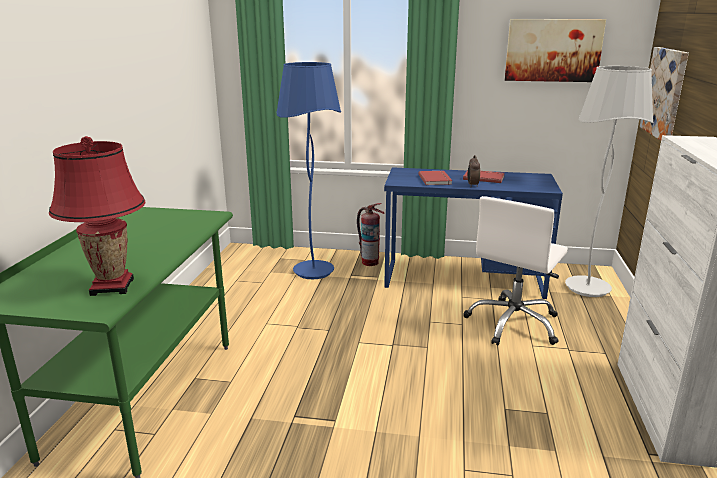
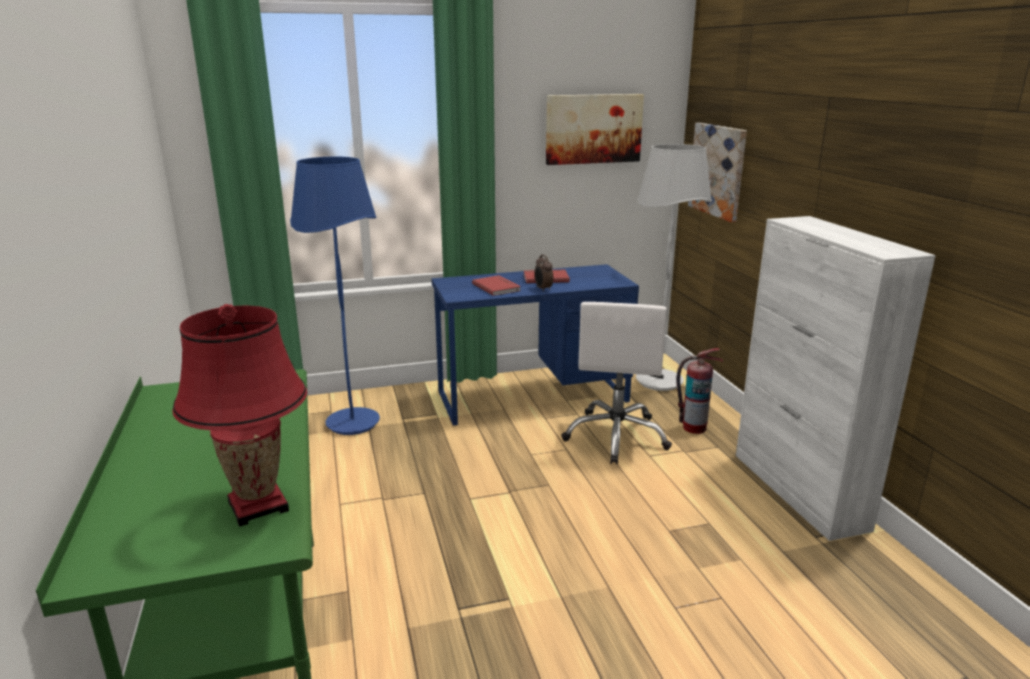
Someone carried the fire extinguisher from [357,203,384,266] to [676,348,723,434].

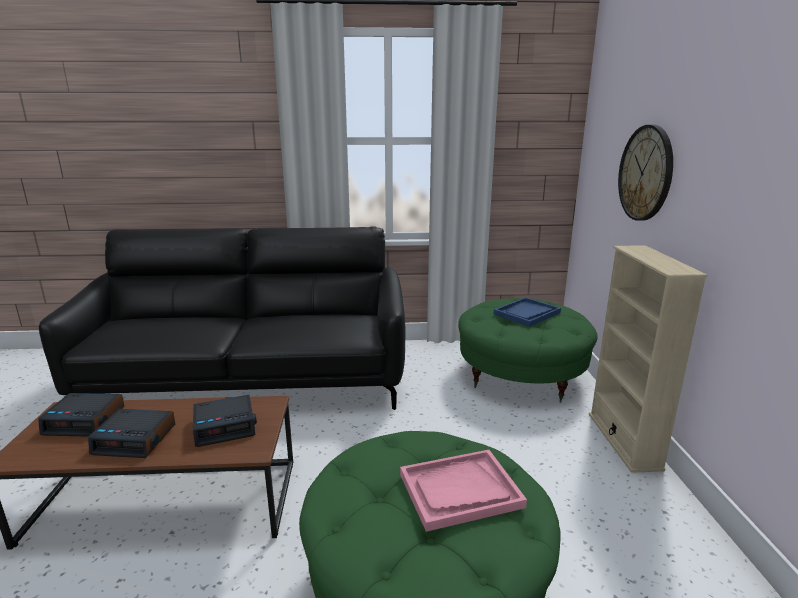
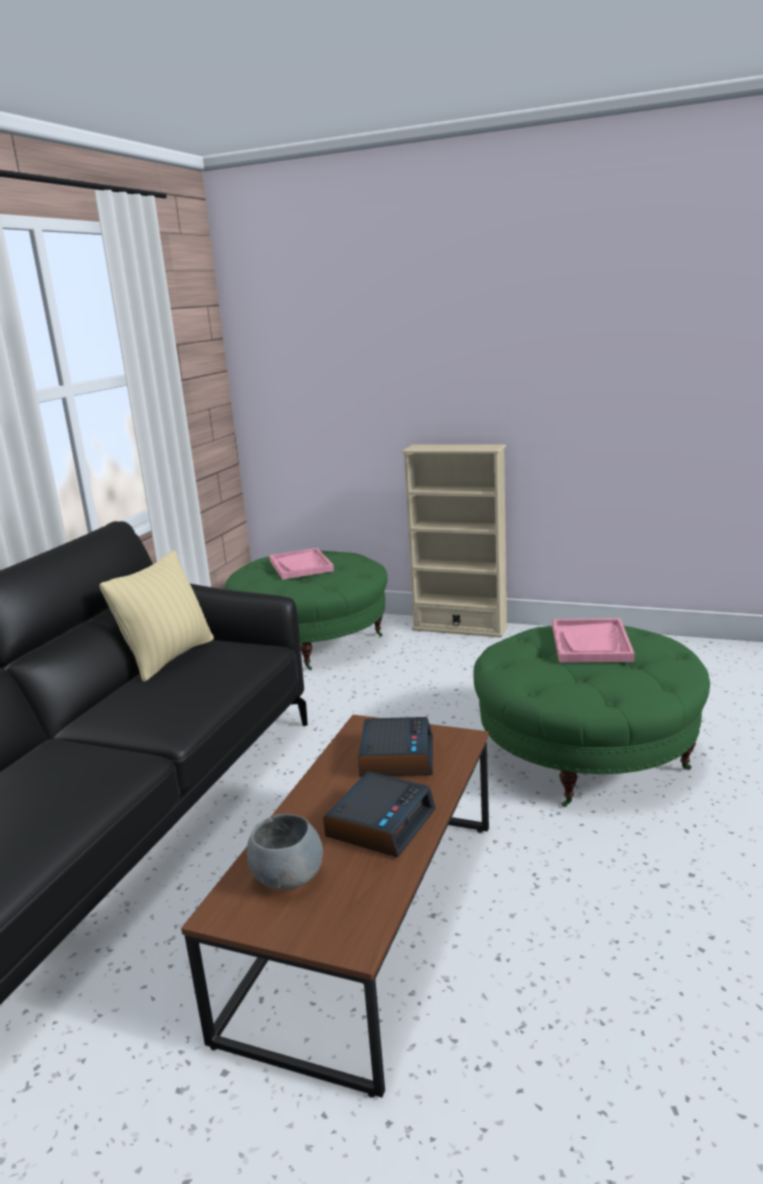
Someone put down the beige pillow at [99,551,214,682]. Someone swapped the alarm clock at [38,393,124,437] for the grey bowl at [247,814,323,890]. Someone repainted the blue tray at [494,297,561,327], which became the pink tray at [269,548,334,580]. Someone took away the wall clock at [618,125,673,221].

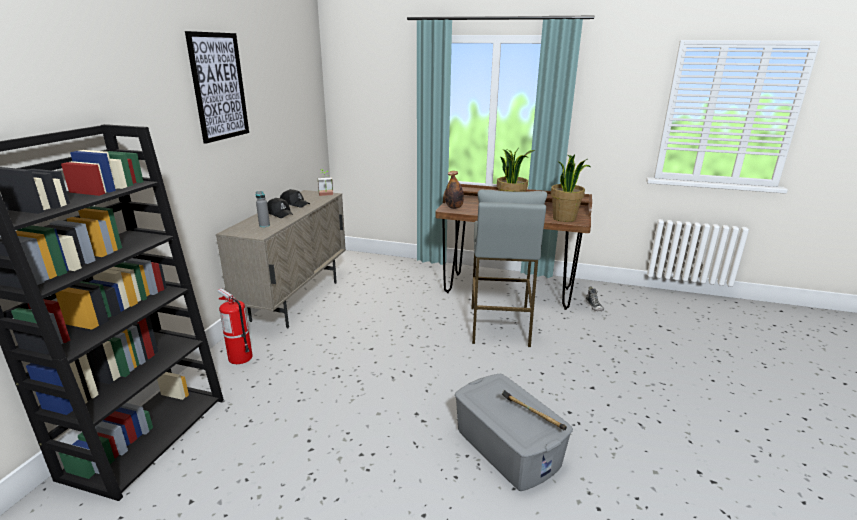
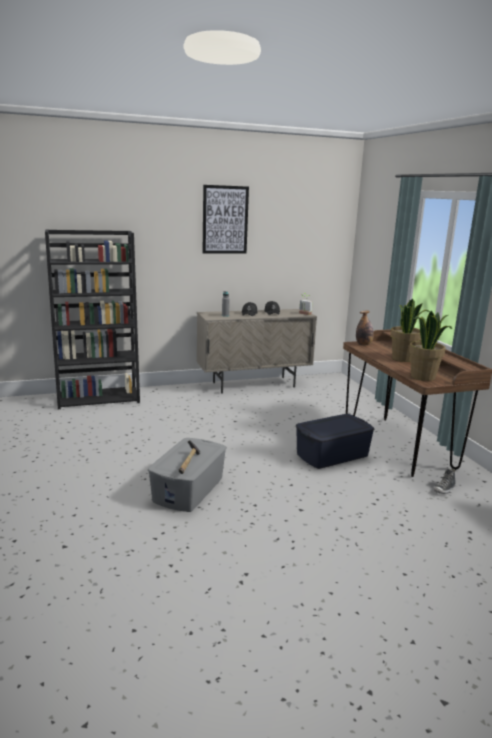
Someone swapped the grey stool at [471,189,548,347] for the blue storage box at [296,414,375,469]. Someone took away the fire extinguisher at [218,288,253,364].

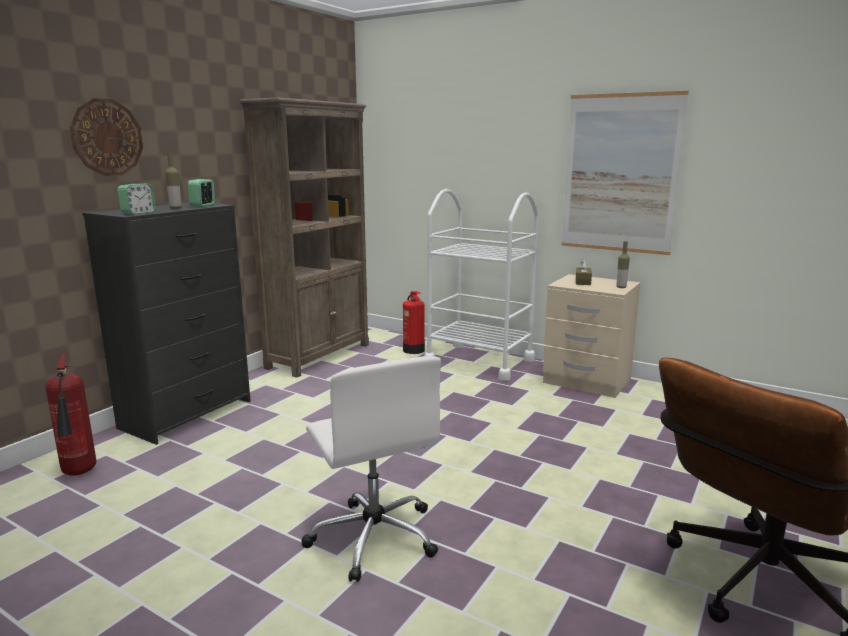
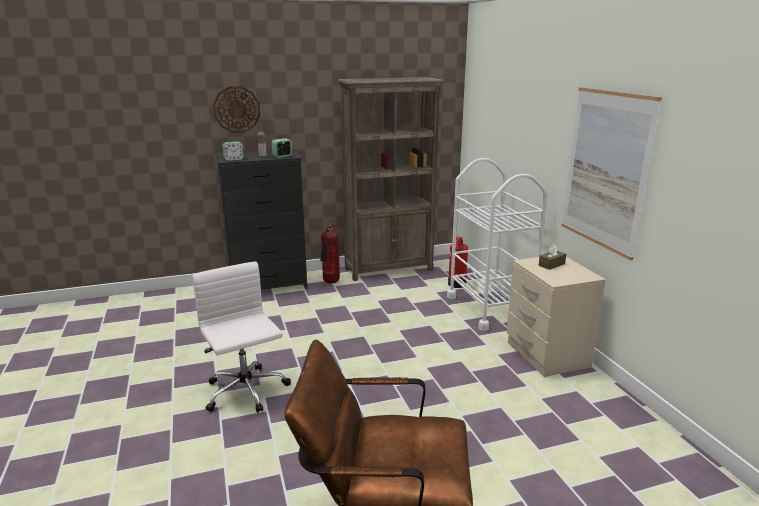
Someone rotated the white office chair at [301,356,441,582] by 135 degrees clockwise. Someone carried the fire extinguisher from [45,354,96,476] to [320,220,340,283]. Someone took away the bottle at [616,241,630,288].

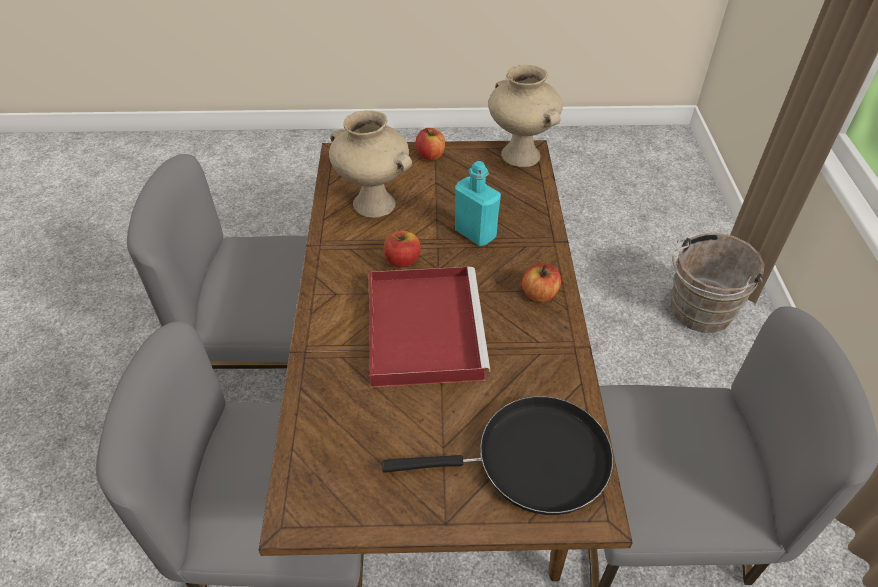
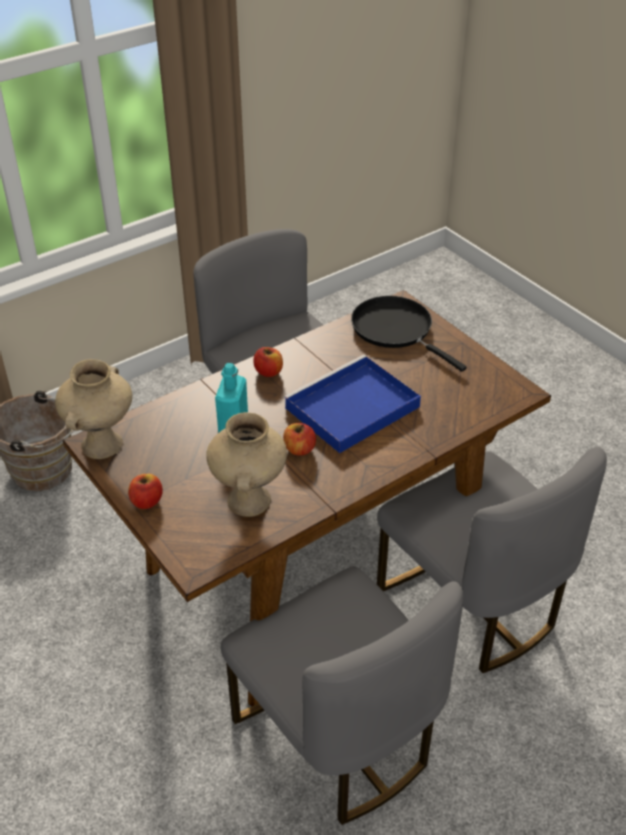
Someone repainted the red tray at [369,267,490,387], which became the blue tray at [283,355,421,453].

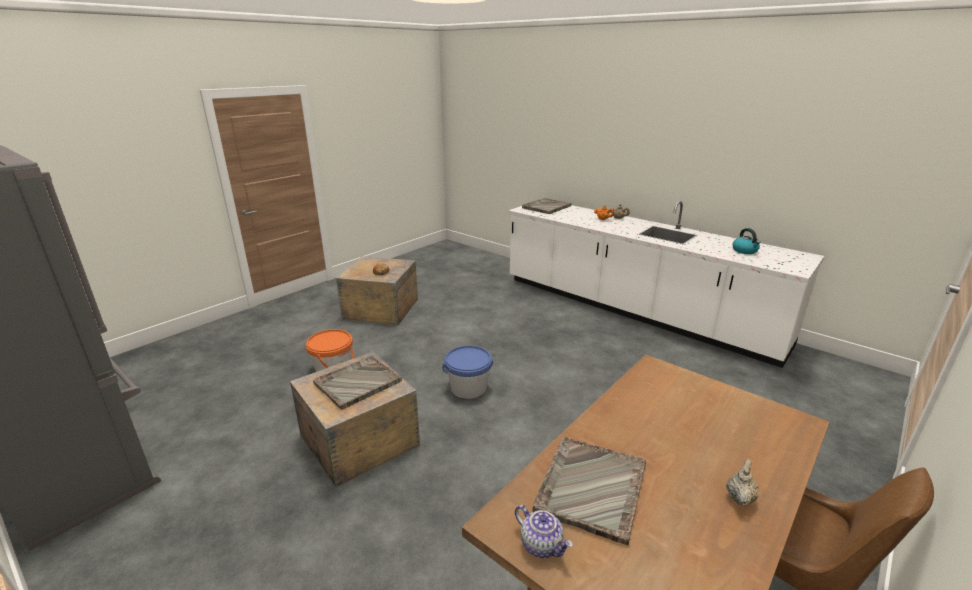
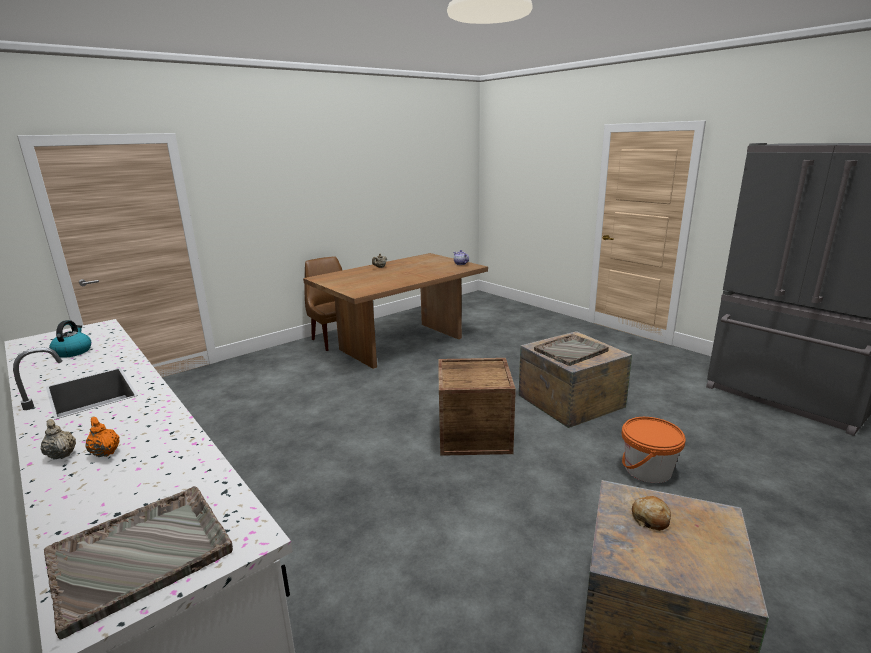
Someone swapped the blue bucket at [442,346,493,399] for the crate at [438,358,516,456]. Someone took away the grey tray at [533,436,646,545].

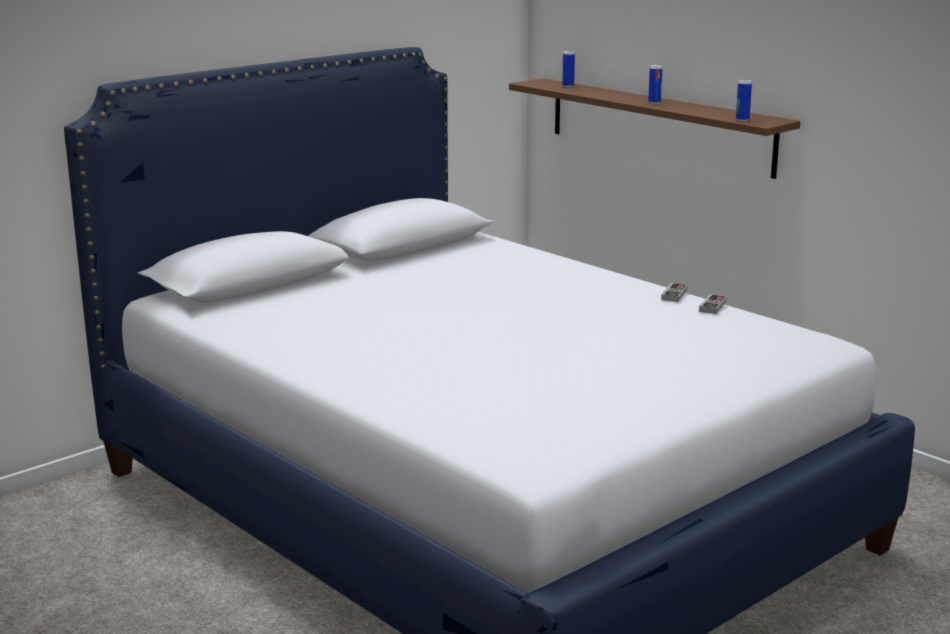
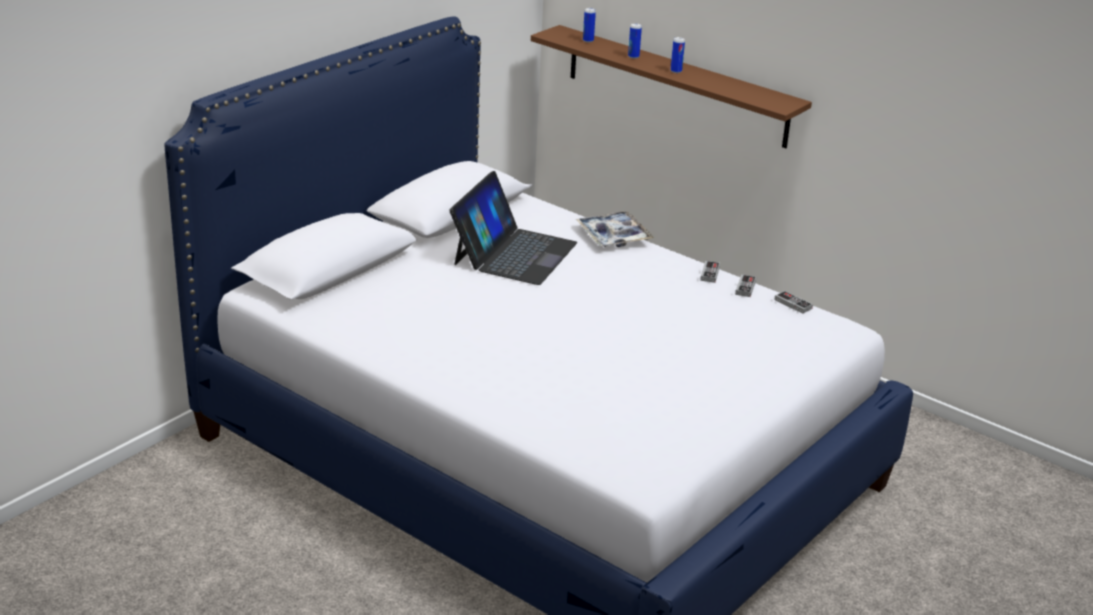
Someone put down the laptop at [449,171,577,285]. Someone put down the tray at [576,211,654,247]. Someone carried the can from [736,80,752,121] to [628,23,642,59]. Someone put down the game controller at [774,291,813,314].

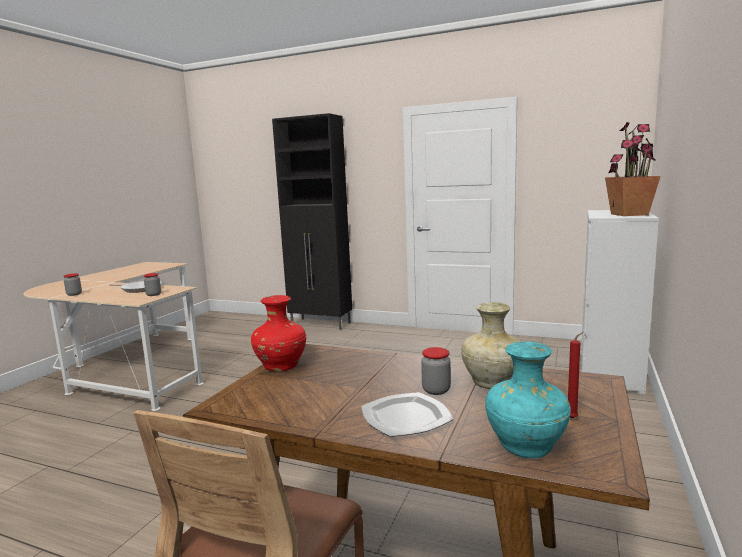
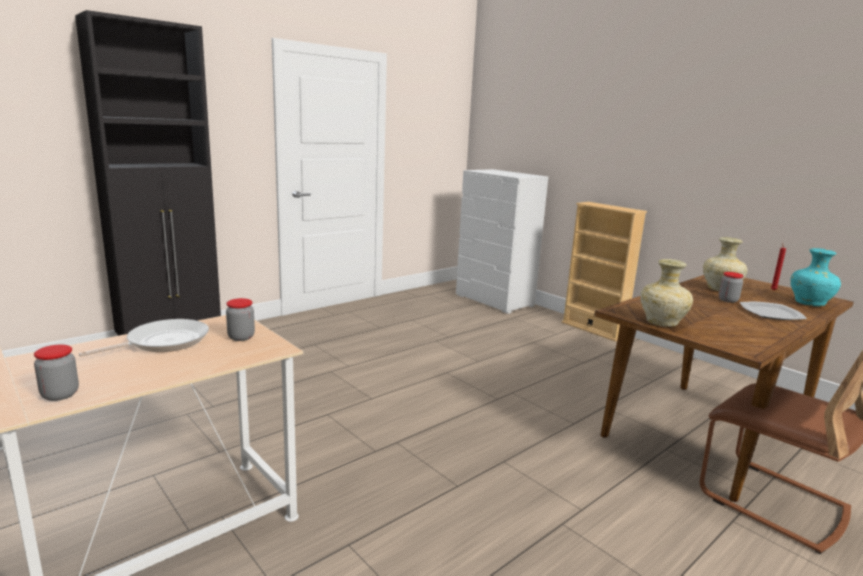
Someone put down the beige bookcase at [562,202,647,342]. Someone repainted the red vase at [251,295,306,372], which became the beige vase at [640,259,693,327]. Someone took away the potted plant at [605,122,661,216].

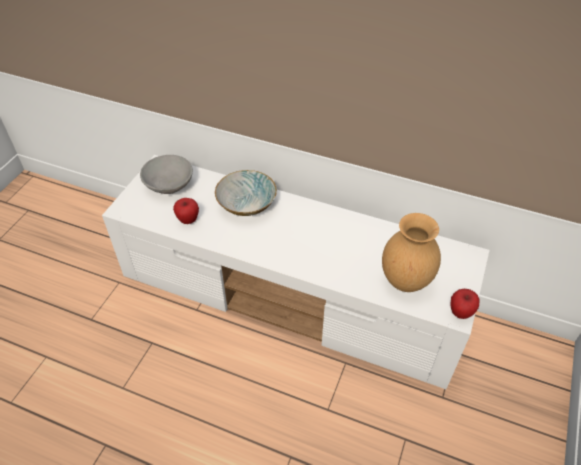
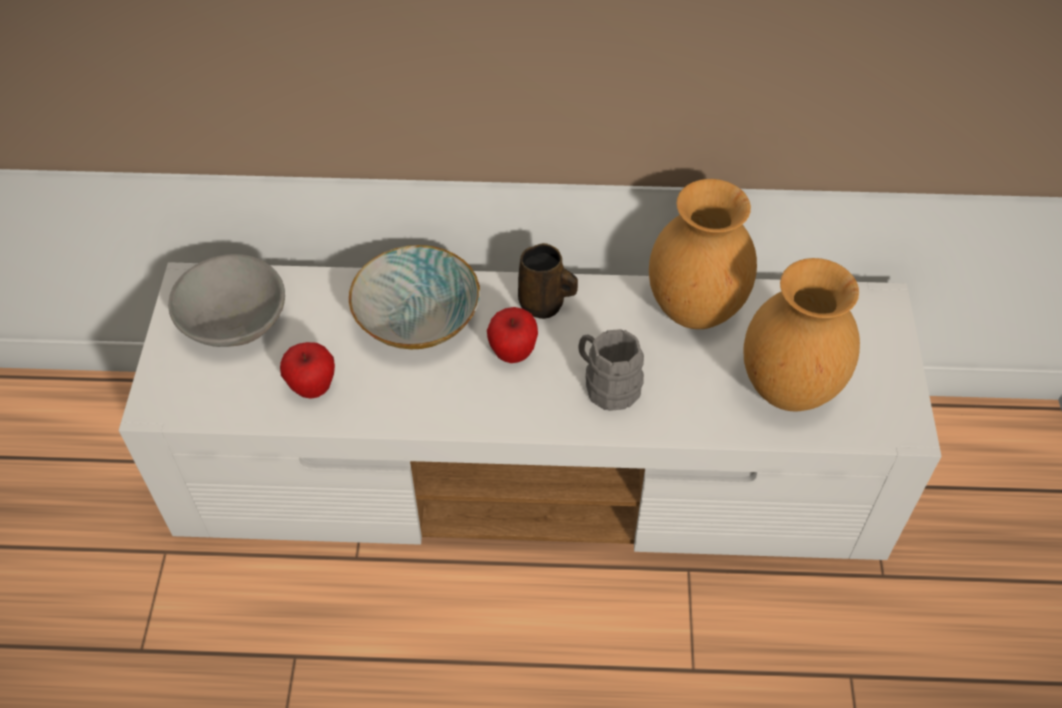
Someone carried the apple from [450,289,480,319] to [487,307,538,363]. Someone put down the brown mug at [518,243,578,319]. Someone put down the grey mug at [578,329,644,411]. Someone put down the brown vase at [649,179,757,329].

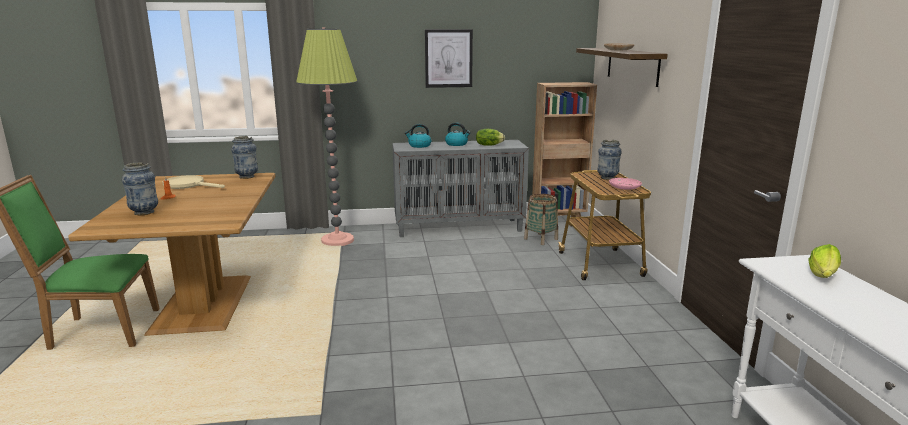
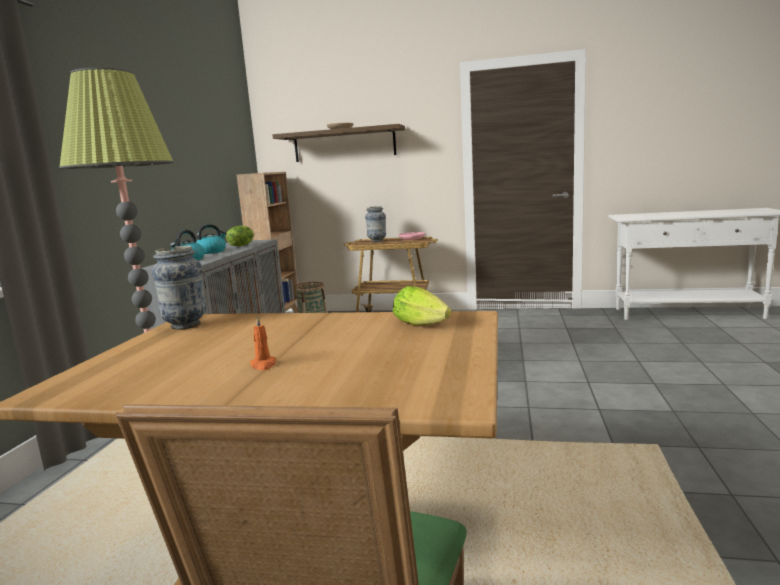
Someone carried the lettuce from [808,244,841,278] to [393,286,452,325]. Someone took away the vase at [121,162,158,215]. Someone took away the beige frying pan at [162,175,225,189]. Someone took away the picture at [425,29,473,88].

